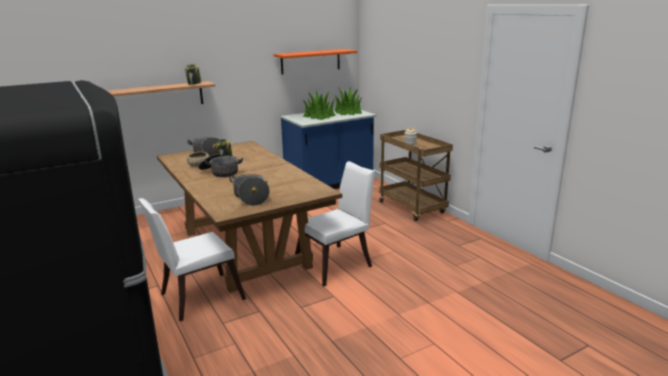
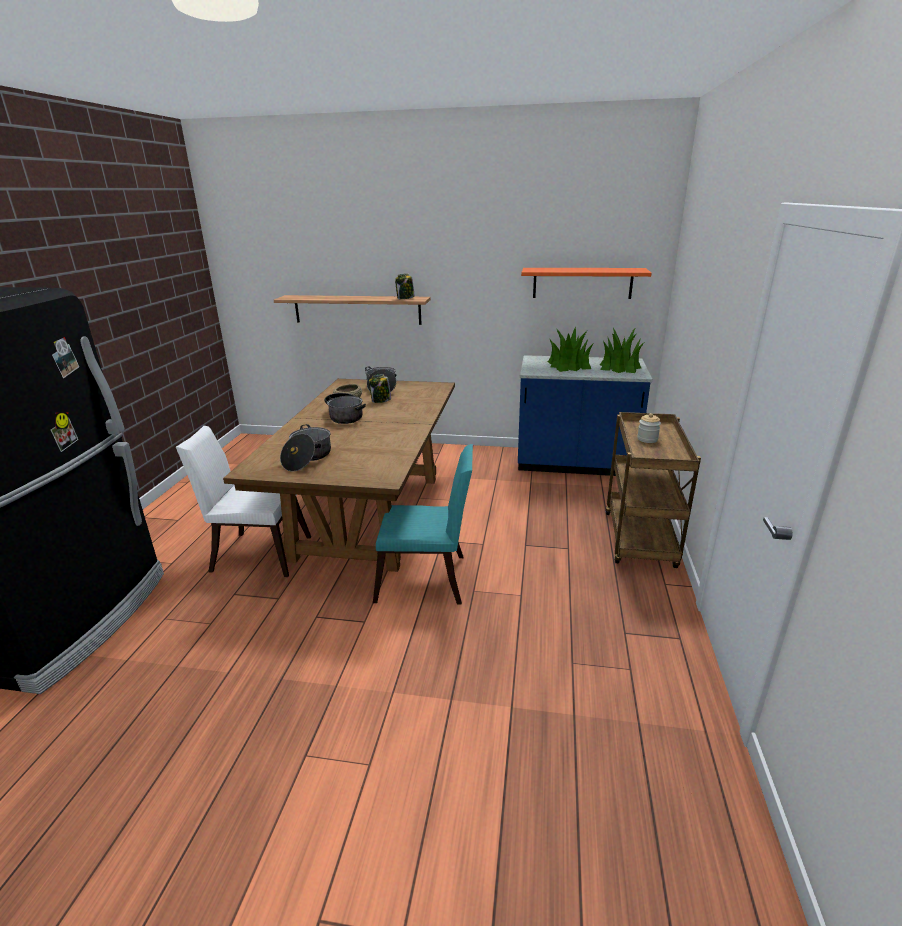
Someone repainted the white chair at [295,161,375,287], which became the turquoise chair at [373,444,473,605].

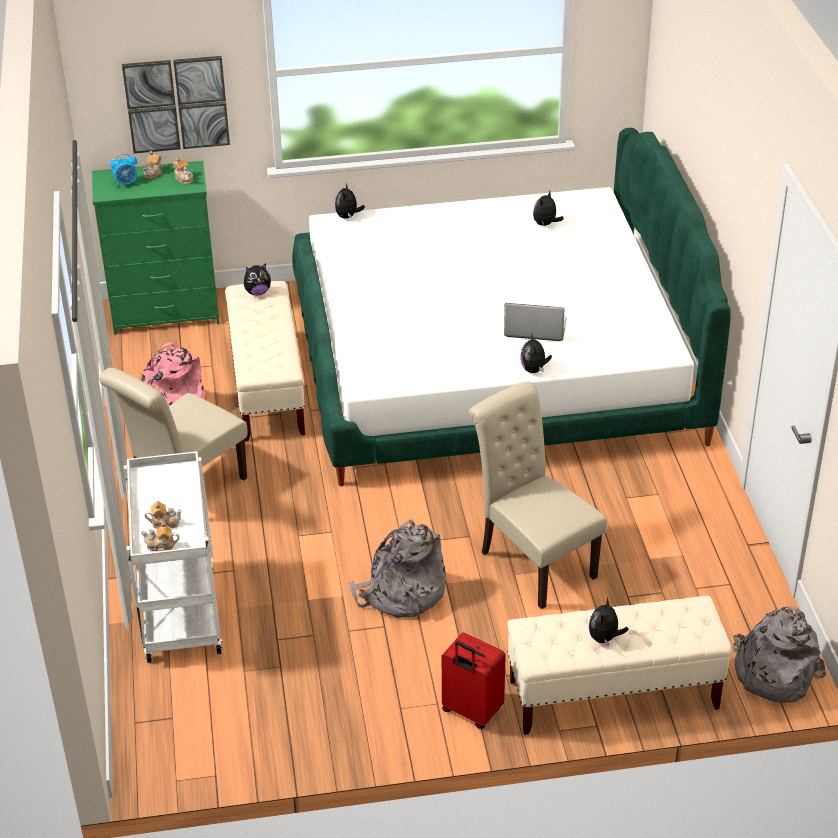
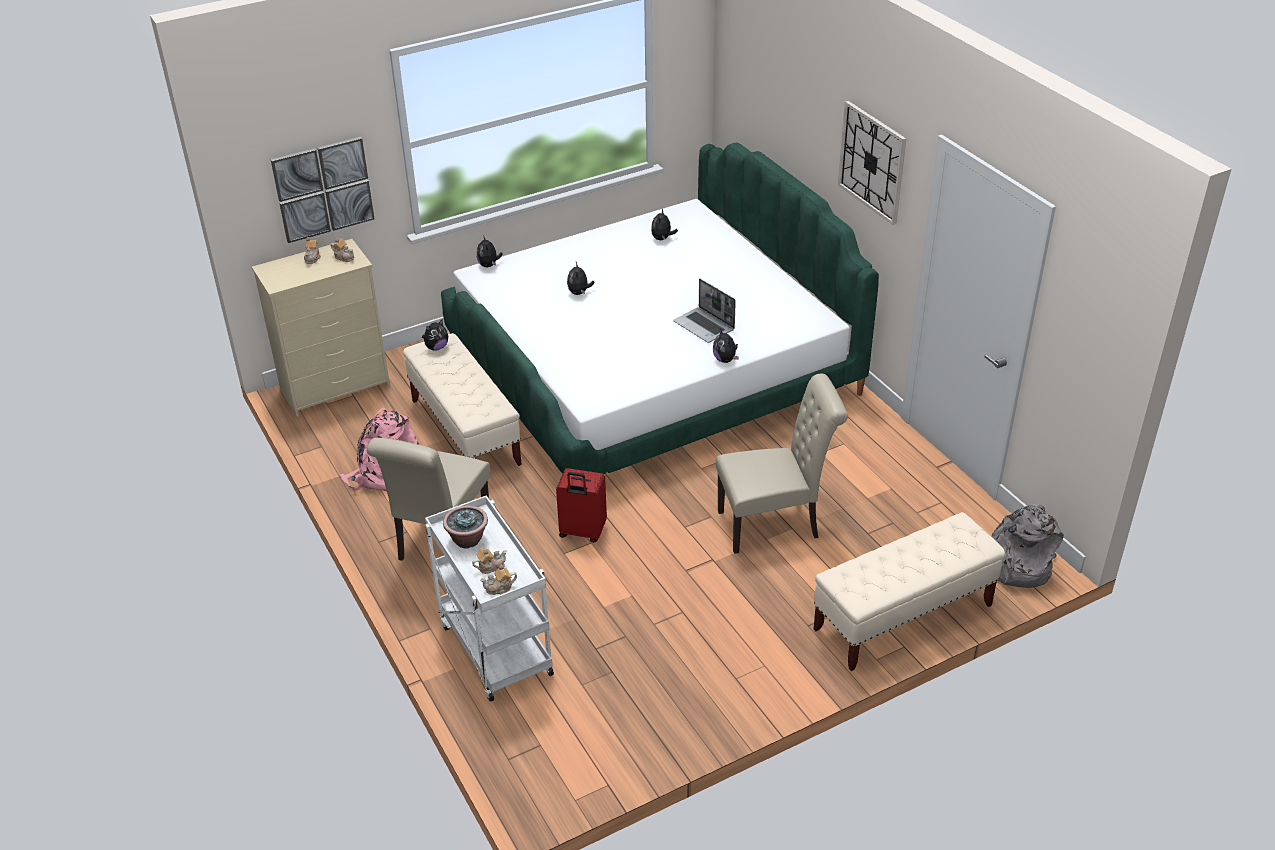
Someone repainted the green dresser at [92,161,220,335], which became the beige dresser at [252,239,390,417]. Someone put down the potted plant at [443,506,488,548]. Someone carried the red suitcase from [442,632,506,729] to [556,468,607,543]. Someone carried the plush toy from [589,598,629,646] to [567,262,595,295]. Someone rotated the laptop at [504,303,567,341] by 120 degrees counterclockwise. Someone rotated the beige chair at [468,381,607,609] by 135 degrees clockwise. Someone put up the wall clock at [838,101,906,225]. Someone took away the alarm clock at [110,153,137,187]. Someone took away the grey backpack at [349,520,446,618].

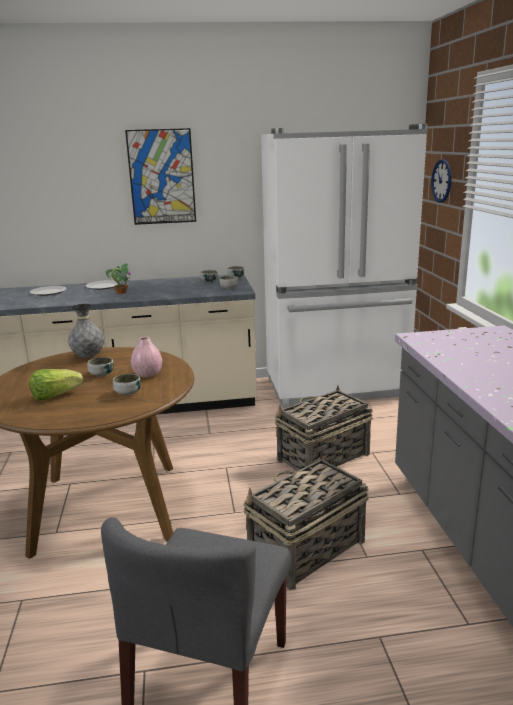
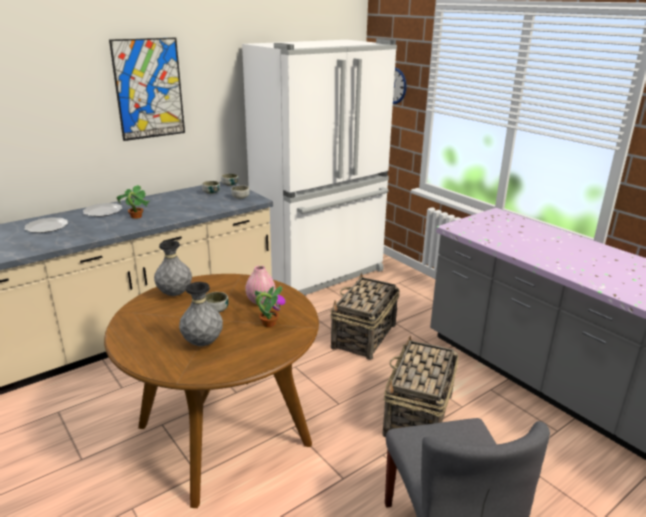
Someone swapped the lettuce at [30,369,83,401] for the grey vase at [179,282,223,346]. Someone swapped the bowl at [113,374,141,395] for the potted plant at [255,286,286,327].

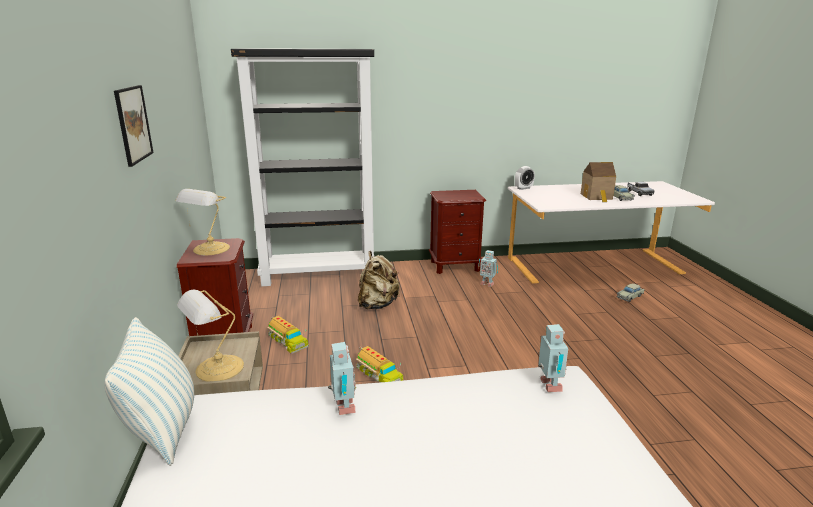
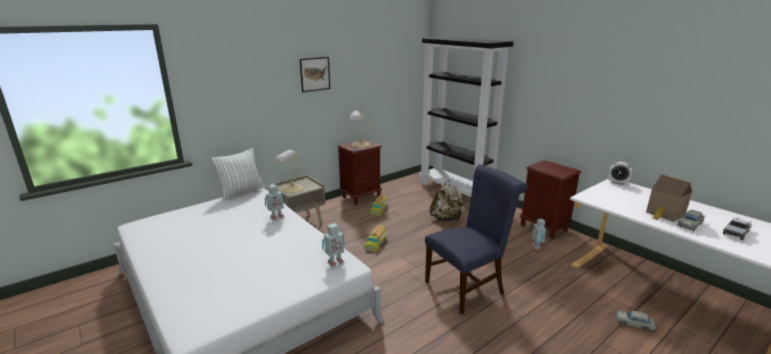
Someone put down the blue chair at [425,164,528,314].

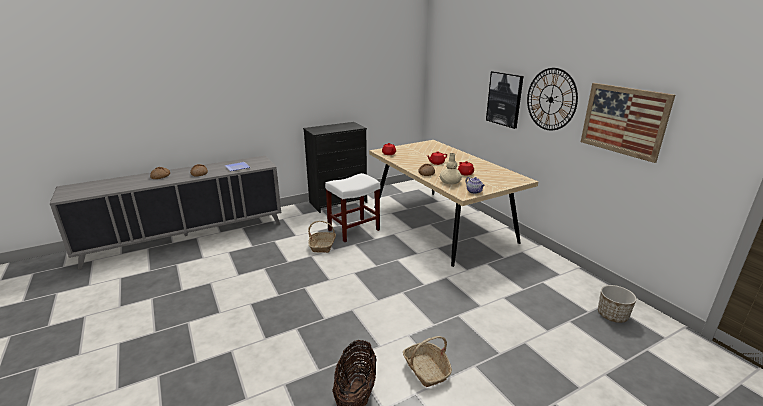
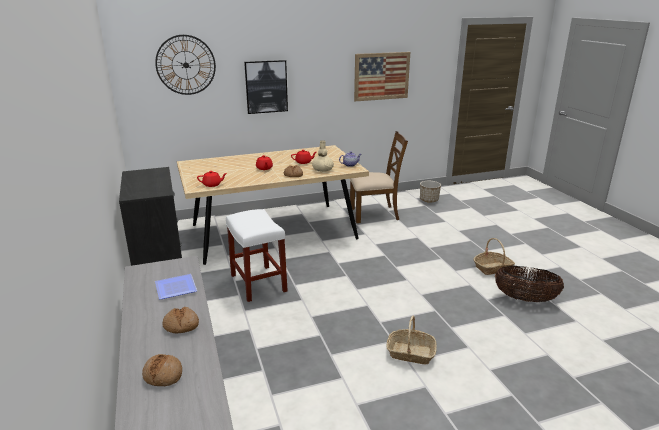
Someone carried the wall clock from [527,68,578,131] to [155,35,216,95]. Someone put down the brown chair at [350,131,408,223]. Someone carried the basket from [308,221,336,253] to [387,316,437,365].

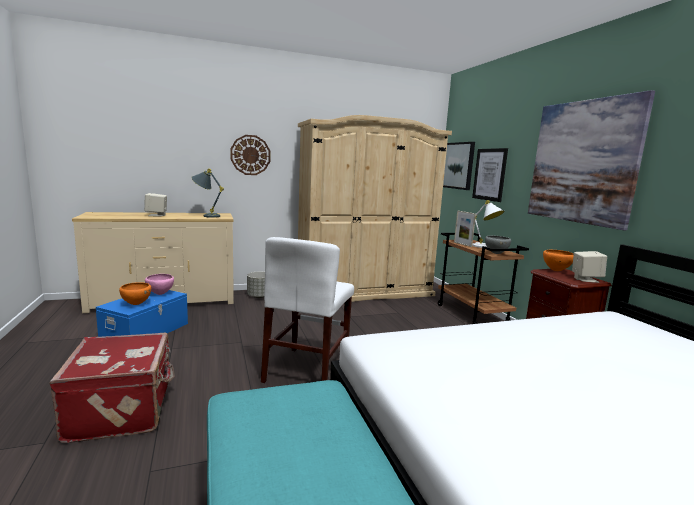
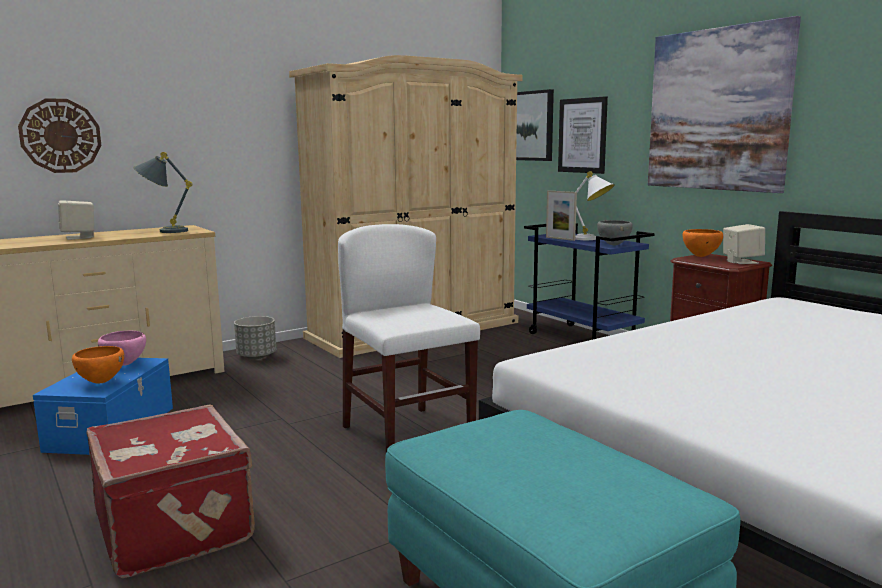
Someone carried the wall clock from [230,135,270,175] to [18,98,101,173]. Someone rotated the white chair at [261,237,354,383] by 150 degrees clockwise. Someone repainted the brown cart at [438,233,529,324], which became the blue cart at [524,223,655,340].

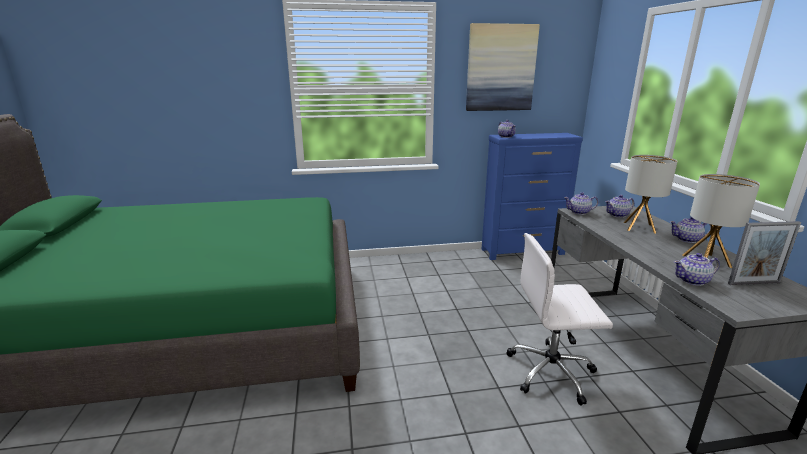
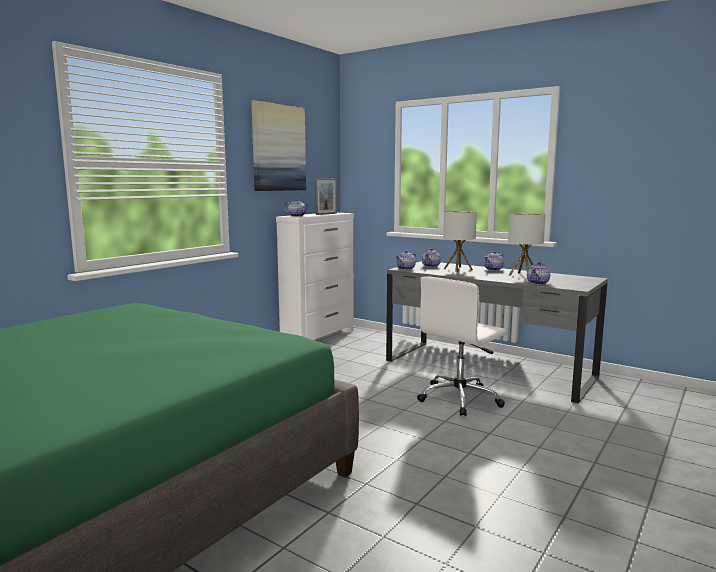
Someone repainted the blue dresser at [481,133,583,260], which became the white dresser at [276,213,354,340]. Someone carried the picture frame from [728,221,801,285] to [315,178,337,215].

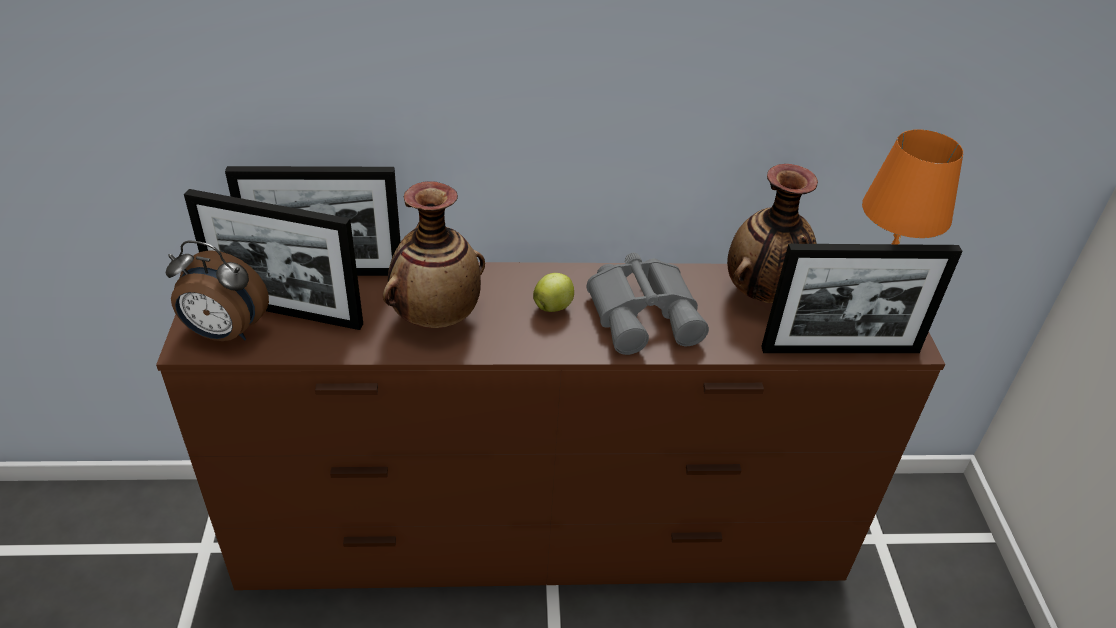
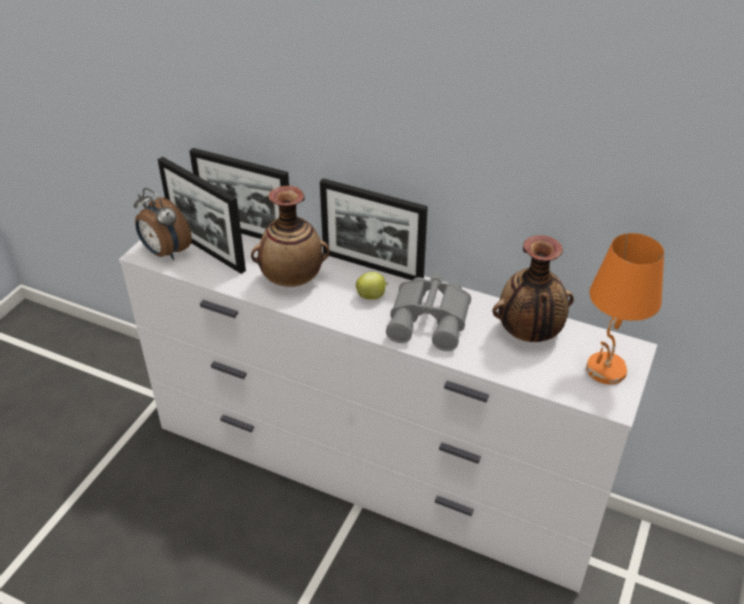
Someone repainted the brown dresser at [156,262,945,590], which became the white dresser at [119,234,658,593]. Someone carried the picture frame from [761,244,962,353] to [320,178,428,280].

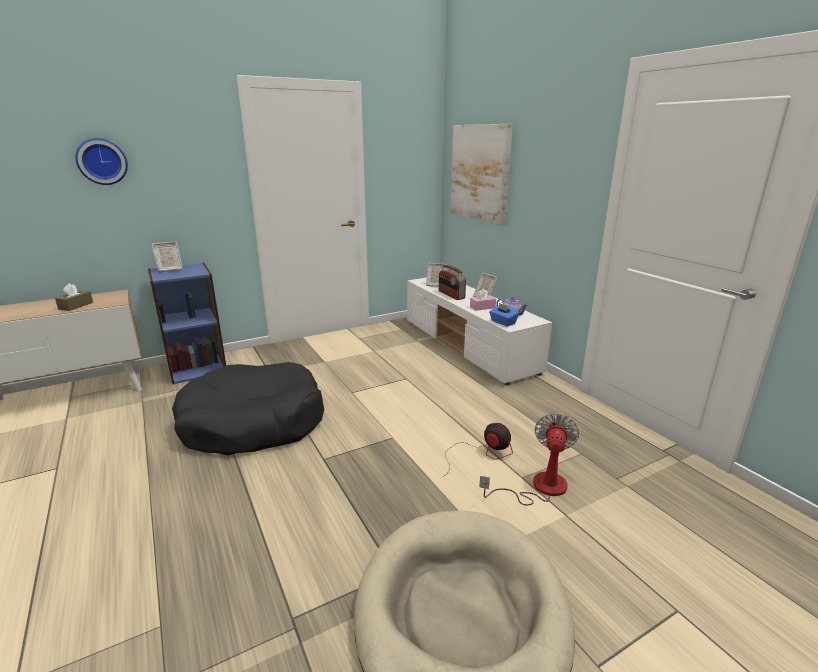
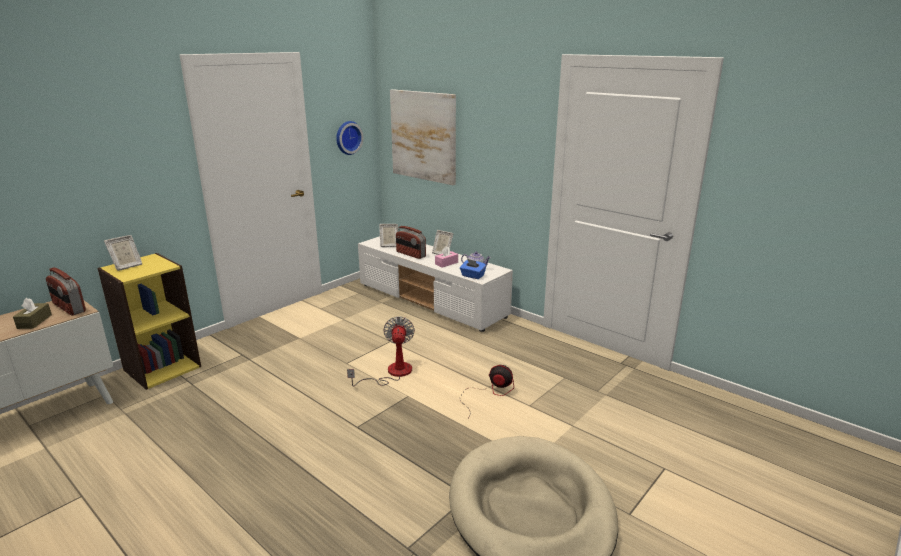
Someone put down the radio at [46,268,86,315]. Someone repainted the blue bookcase at [148,263,226,385], which became the yellow bookcase at [98,253,201,390]. Someone carried the wall clock from [75,138,128,185] to [336,121,363,155]. Someone carried the fan from [479,413,579,505] to [347,316,415,387]. Someone took away the black dog bed at [172,362,324,455].

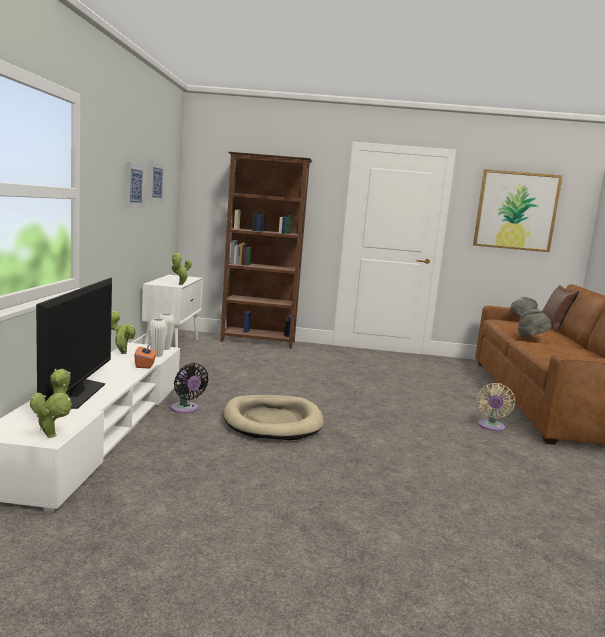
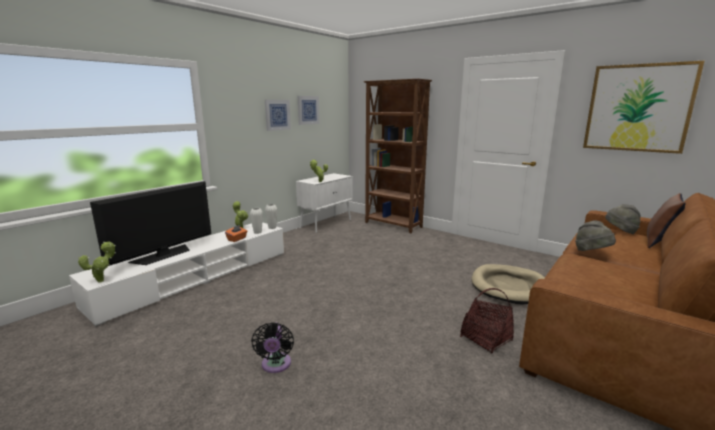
Someone carried the black fan from [170,363,209,413] to [251,322,294,373]. Someone swapped the beige fan at [477,383,515,431] for the basket at [460,288,514,354]. Someone carried the beige dog bed from [224,395,324,441] to [472,264,545,304].

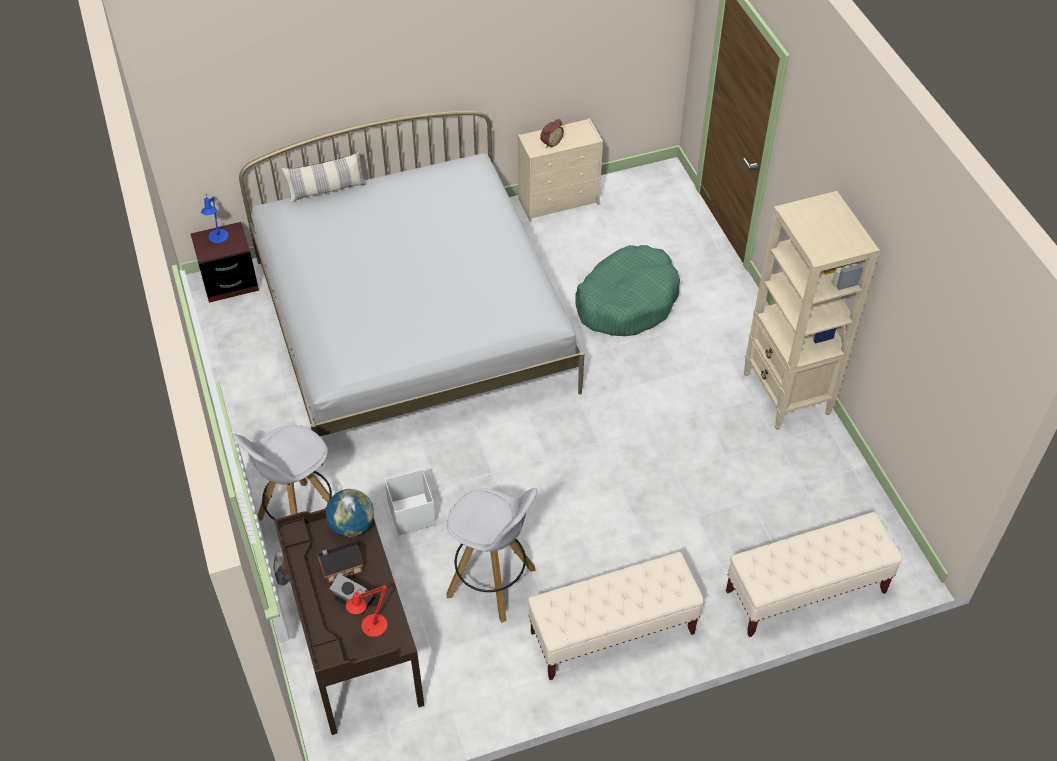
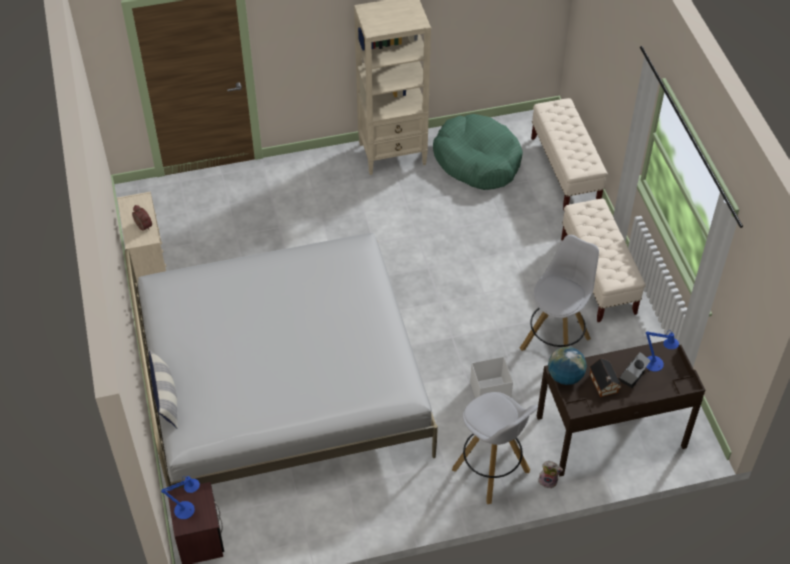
Someone carried the green dog bed from [575,245,680,336] to [433,114,523,190]. Someone repainted the red table lamp at [346,585,388,637], which became the blue table lamp at [646,330,679,372].

